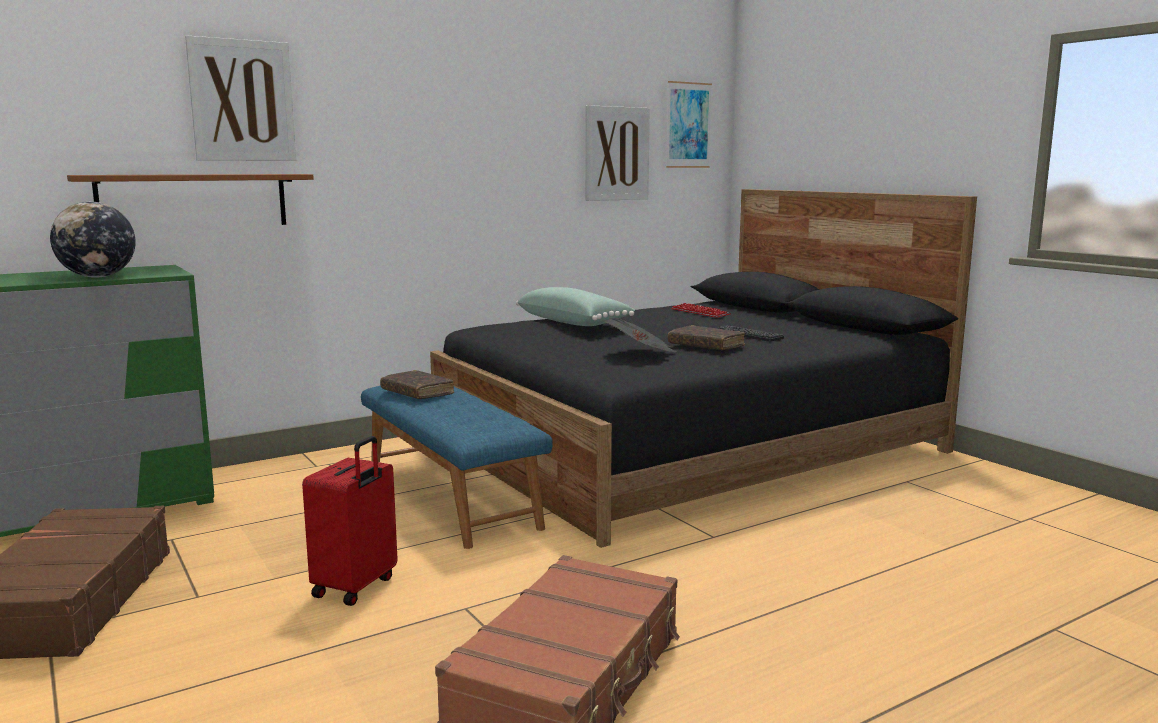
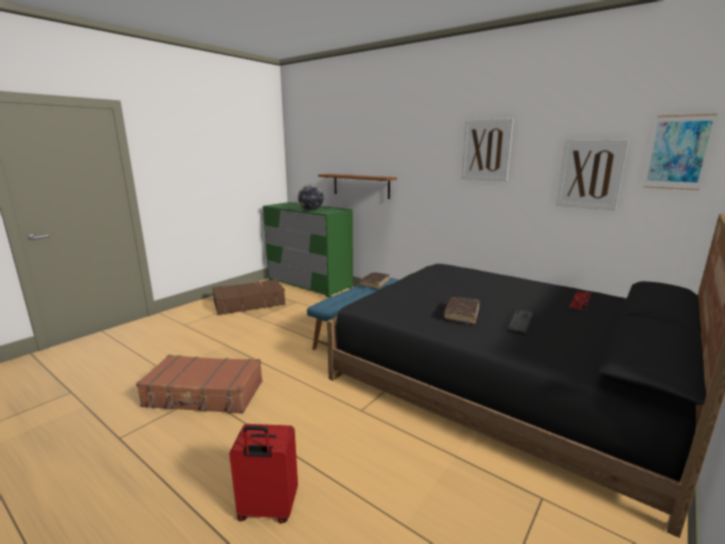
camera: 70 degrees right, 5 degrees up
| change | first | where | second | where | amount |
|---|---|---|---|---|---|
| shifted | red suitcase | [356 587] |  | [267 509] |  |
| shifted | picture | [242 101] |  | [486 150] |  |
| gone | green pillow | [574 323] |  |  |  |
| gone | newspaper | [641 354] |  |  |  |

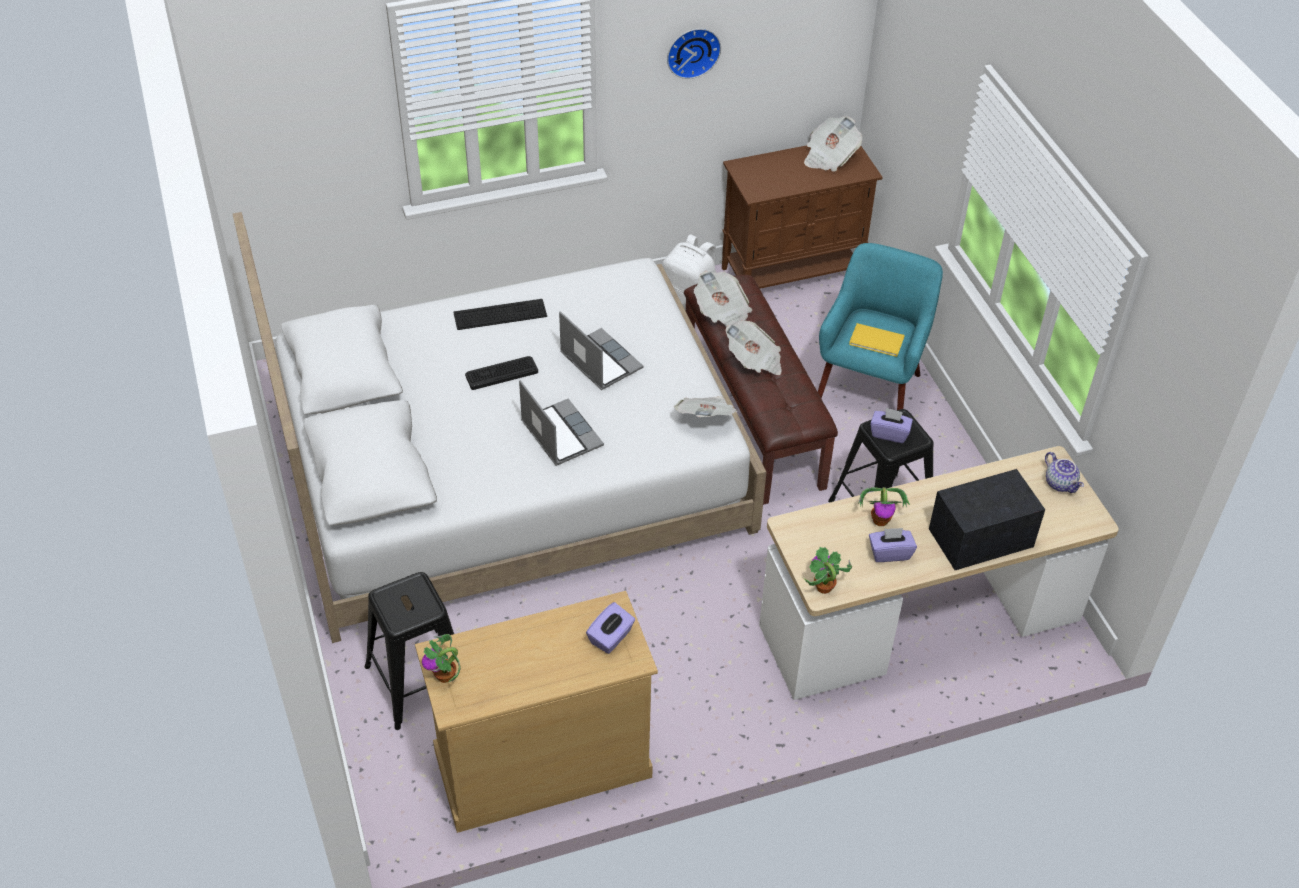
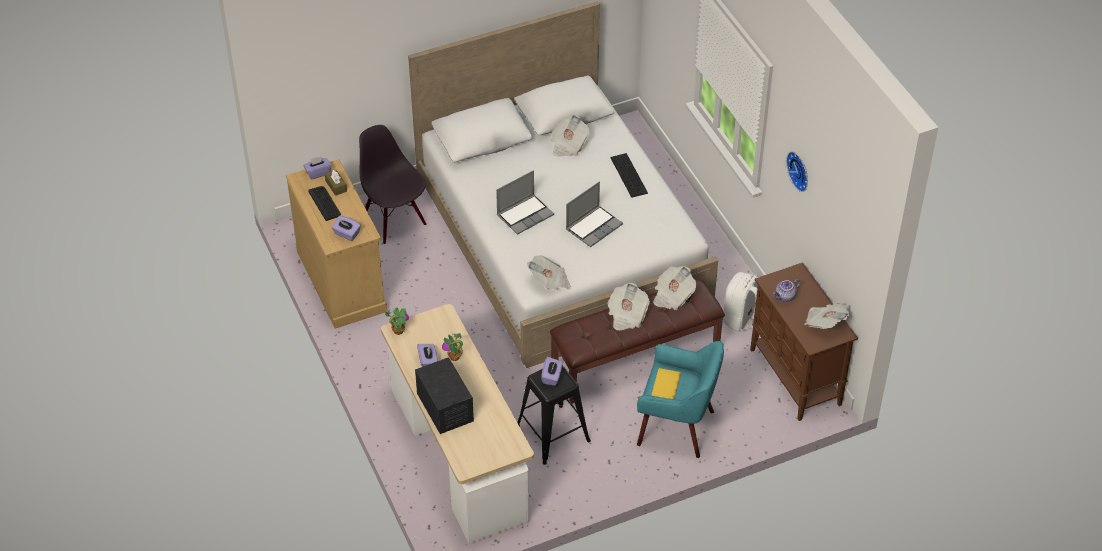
camera: 85 degrees right, 0 degrees up
| change | first | where | second | where | amount |
|---|---|---|---|---|---|
| swapped | potted plant | [445 676] | purple tissue box | [318 173] |  |
| shifted | keyboard | [501 373] |  | [325 203] |  |
| new |  |  | brown tissue box | [336 186] |  |
| swapped | black stool | [418 680] | black chair | [394 221] |  |
| new |  |  | newspaper | [568 145] |  |
| shifted | teapot | [1061 483] |  | [785 297] |  |

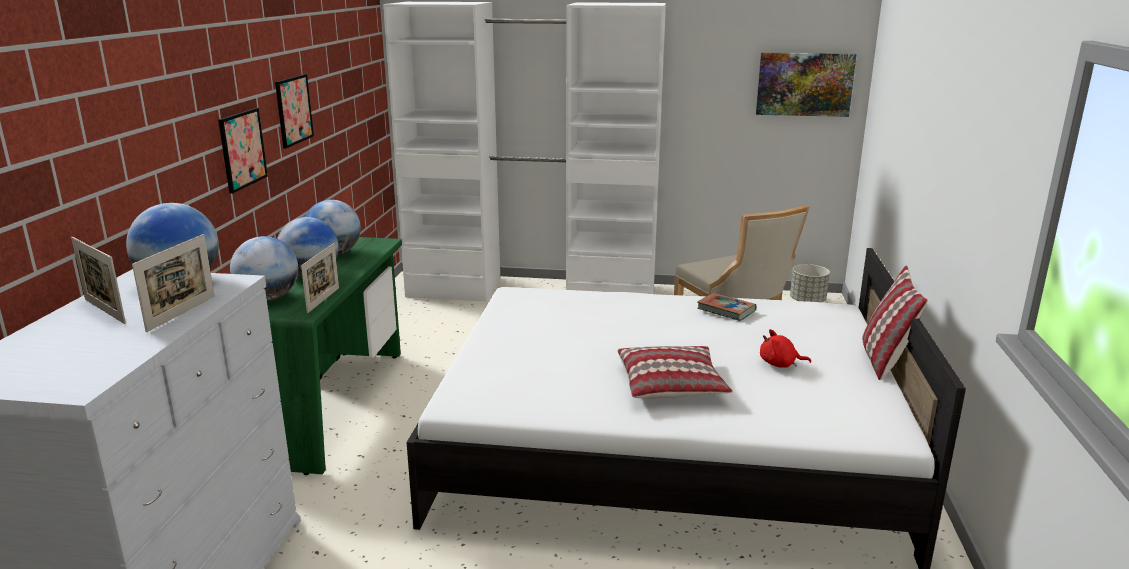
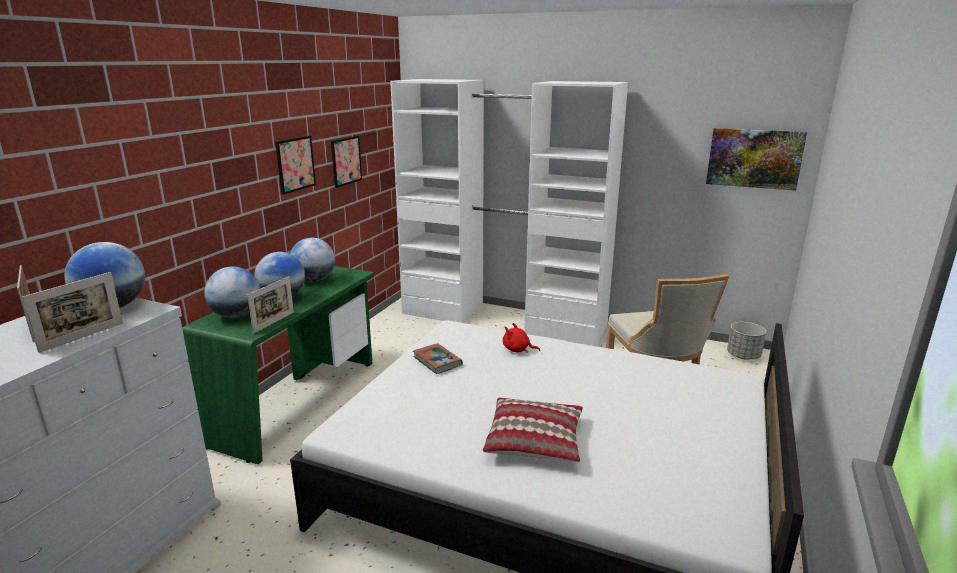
camera: 15 degrees right, 0 degrees up
| change | first | where | second | where | amount |
|---|---|---|---|---|---|
| shifted | picture | [242 149] |  | [346 161] |  |
| shifted | book | [726 310] |  | [437 361] |  |
| shifted | red plush toy | [780 364] |  | [518 350] |  |
| gone | pillow | [884 360] |  |  |  |

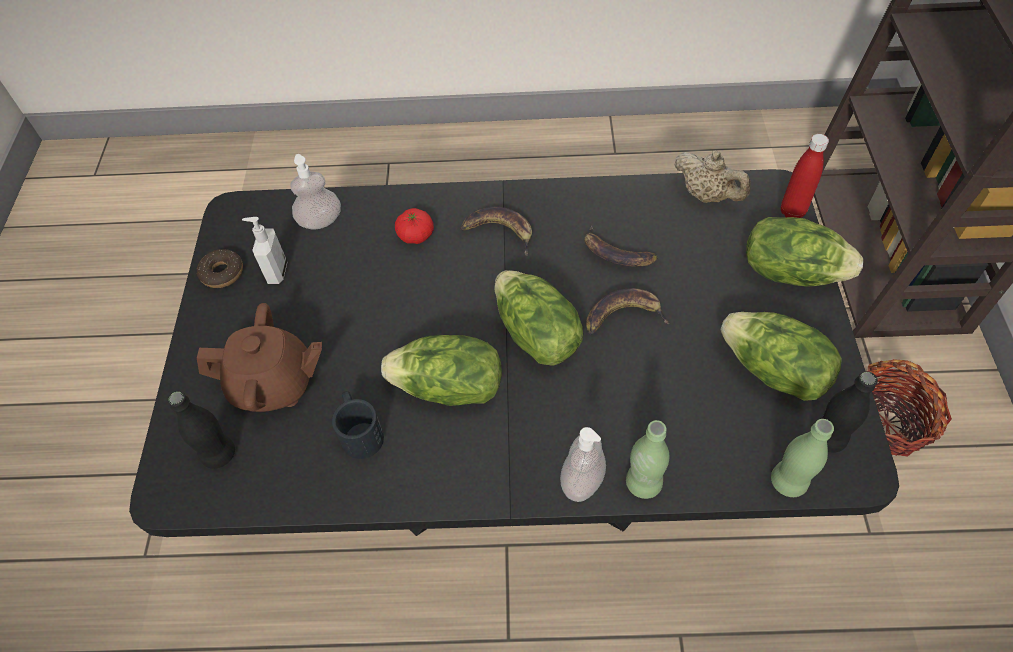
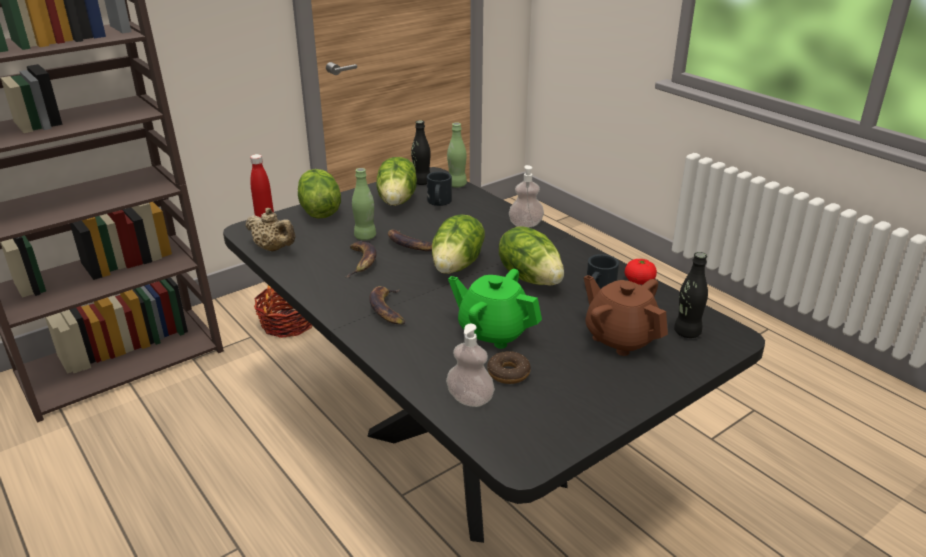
camera: 130 degrees left, 25 degrees down
| change | first | where | second | where | amount |
|---|---|---|---|---|---|
| rotated | beige teapot | [707 195] |  | [273 249] | 120 degrees clockwise |
| shifted | green bottle | [643 483] |  | [365 237] |  |
| new |  |  | black mug | [439 203] |  |
| new |  |  | green teapot | [493 332] |  |
| shifted | donut | [222 273] |  | [508 373] |  |
| shifted | tomato | [416 235] |  | [639 281] |  |
| gone | soap dispenser | [276 272] |  |  |  |

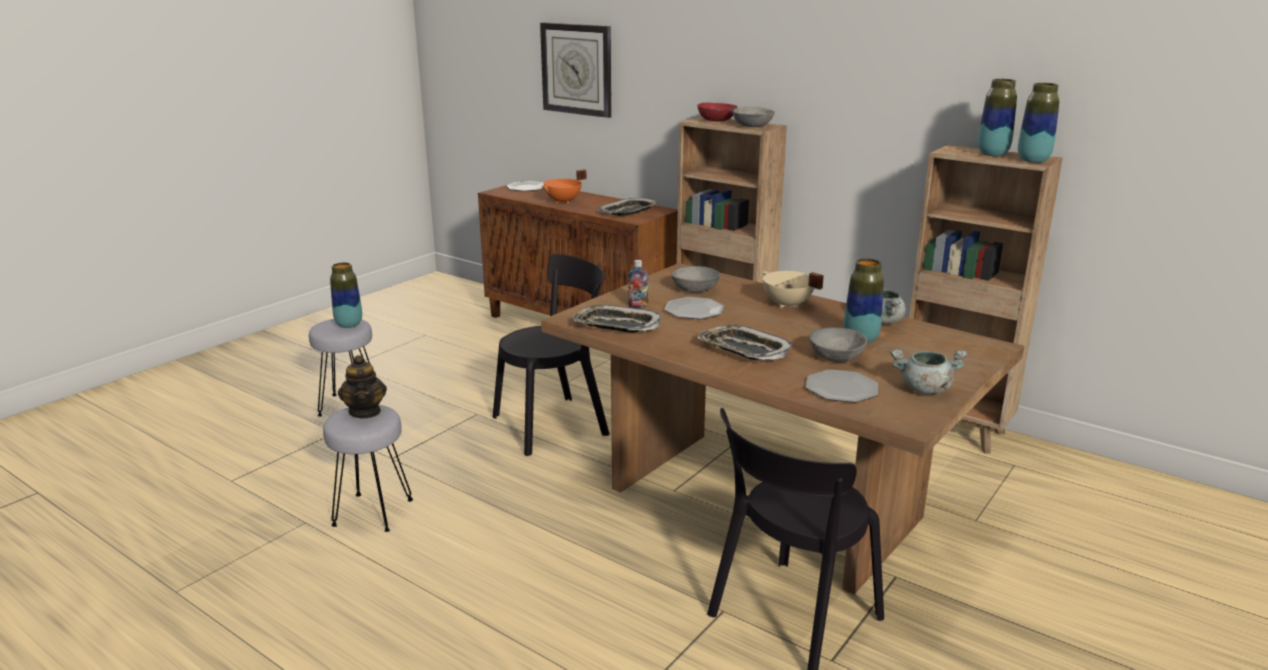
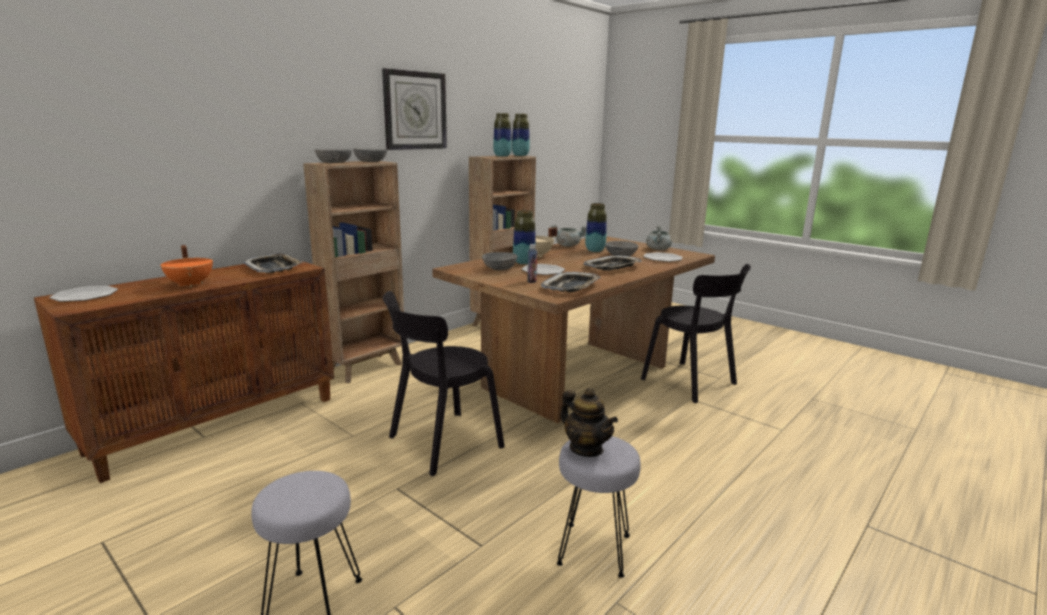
camera: 85 degrees left, 5 degrees down
| change | first | where | second | where | amount |
|---|---|---|---|---|---|
| repainted | red bowl | [716 120] | grey bowl | [334 163] |  |
| shifted | wall clock | [577 69] |  | [415 110] |  |
| rotated | black chair | [555 424] |  | [441 443] | 105 degrees counterclockwise |
| shifted | vase | [349 325] |  | [524 263] |  |
| rotated | teapot | [365 412] |  | [586 449] | 60 degrees clockwise |

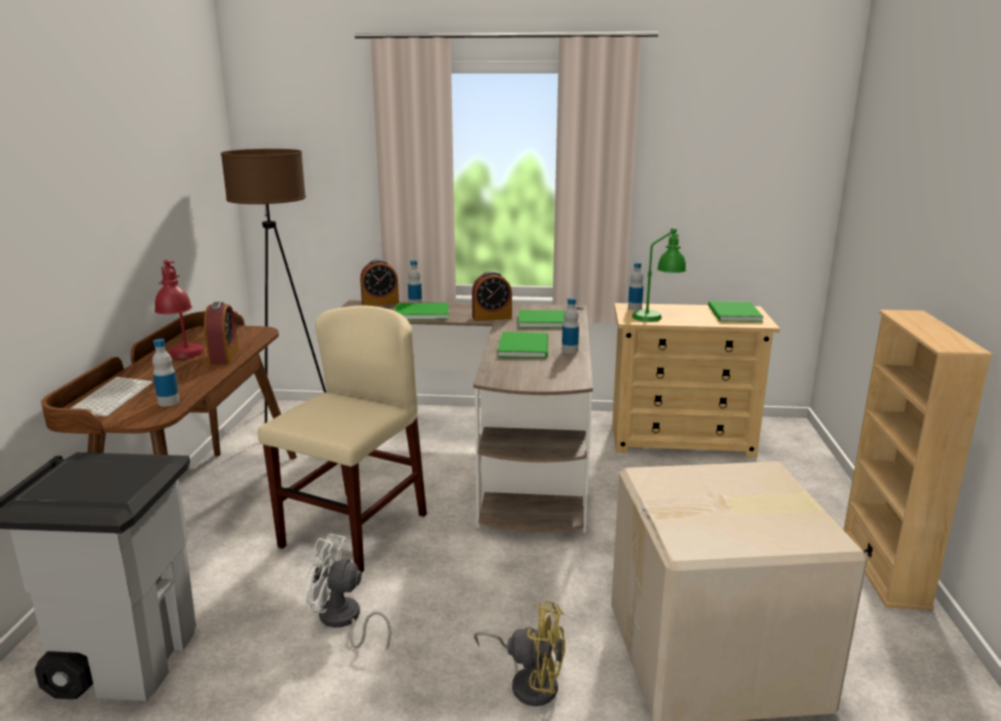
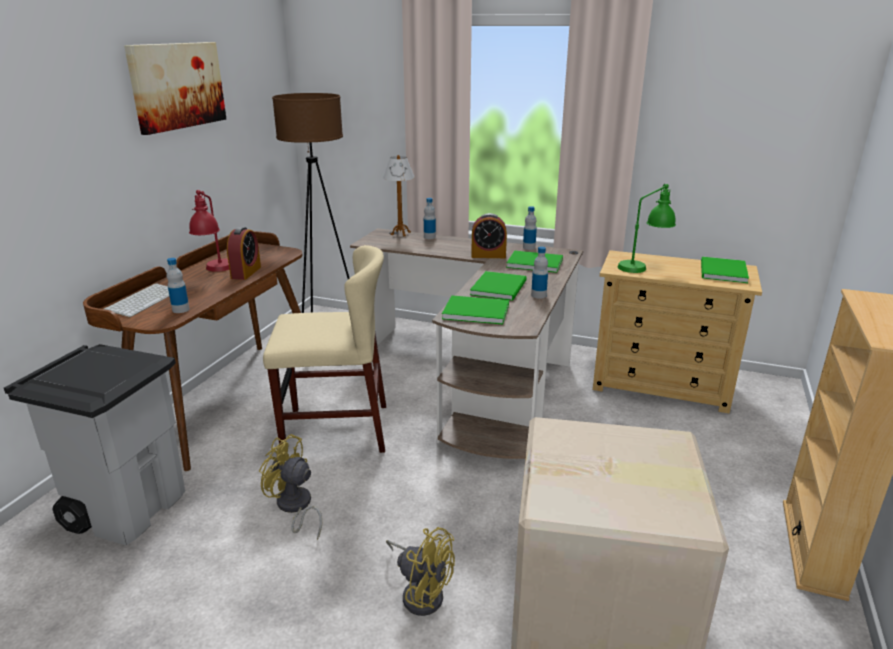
camera: 15 degrees right, 5 degrees up
| change | first | where | second | where | amount |
|---|---|---|---|---|---|
| new |  |  | picture | [177 85] |  |
| repainted | white fan | [343 621] | yellow fan | [294 507] |  |
| rotated | beige chair | [354 530] |  | [336 429] | 45 degrees clockwise |
| swapped | alarm clock | [380 303] | table lamp | [400 233] |  |
| shifted | green book | [420 313] |  | [474 311] |  |
| shifted | bottle | [634 308] |  | [529 247] |  |

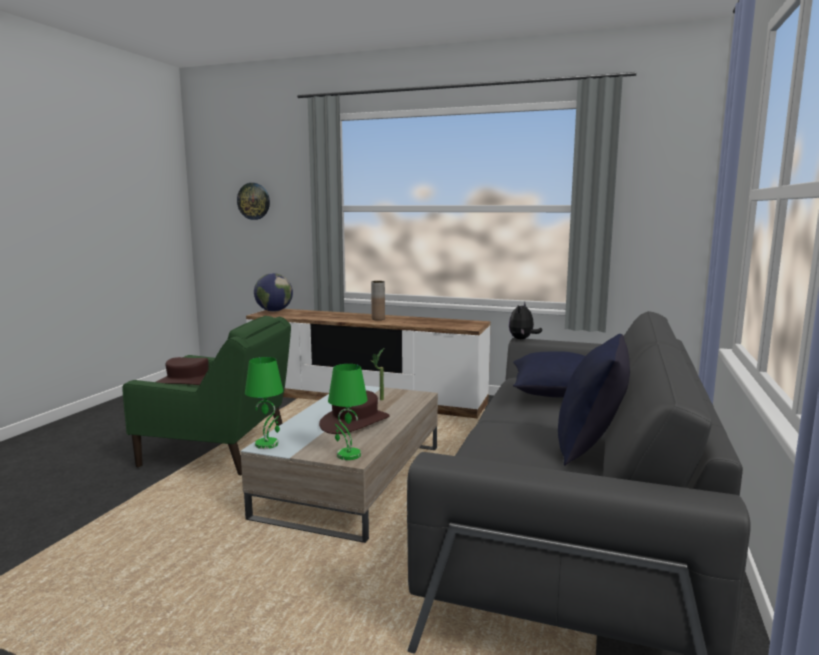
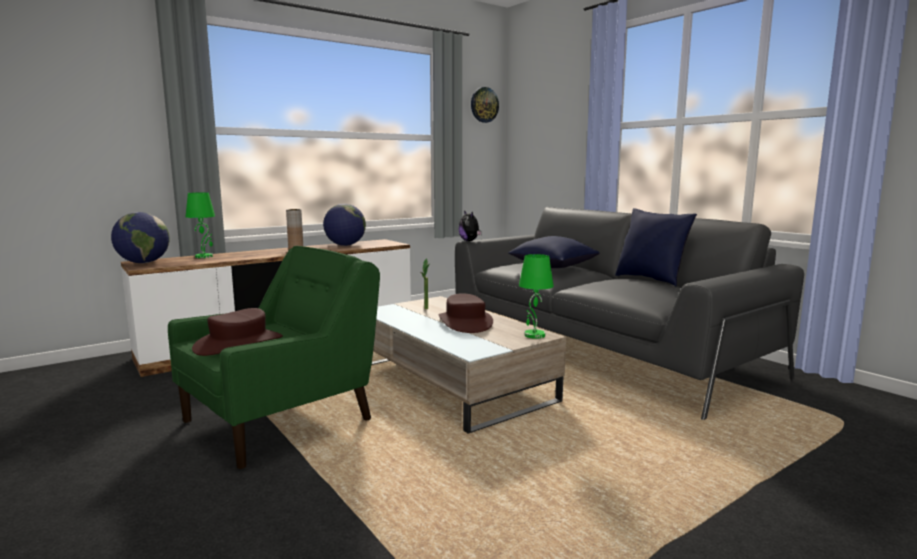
camera: 55 degrees left, 0 degrees up
| change | first | where | second | where | amount |
|---|---|---|---|---|---|
| shifted | green table lamp | [267 444] |  | [204 256] |  |
| new |  |  | globe | [345 245] |  |
| shifted | wall clock | [254 201] |  | [484 105] |  |

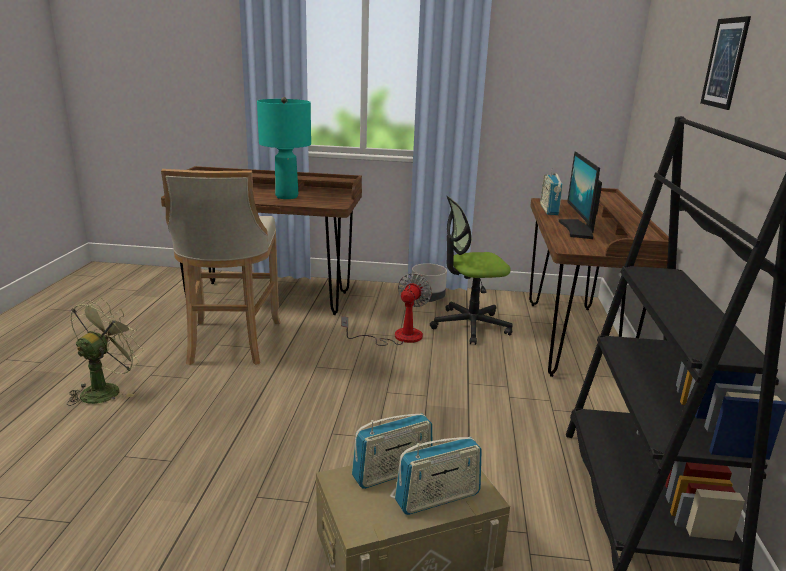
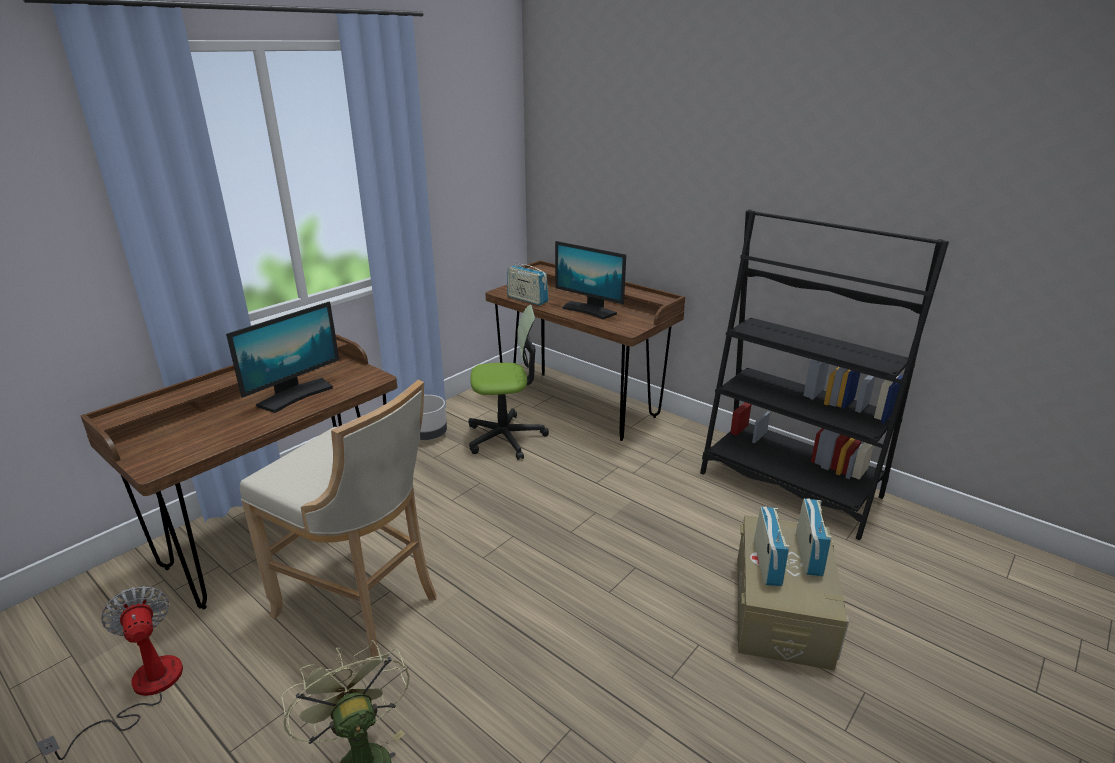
camera: 55 degrees left, 5 degrees up
| change | first | where | second | where | amount |
|---|---|---|---|---|---|
| shifted | fan | [397 337] |  | [143 690] |  |
| swapped | turquoise table lamp | [287 196] | monitor | [295 395] |  |
| rotated | office chair | [470 326] |  | [506 437] | 120 degrees counterclockwise |
| gone | picture | [724 63] |  |  |  |

